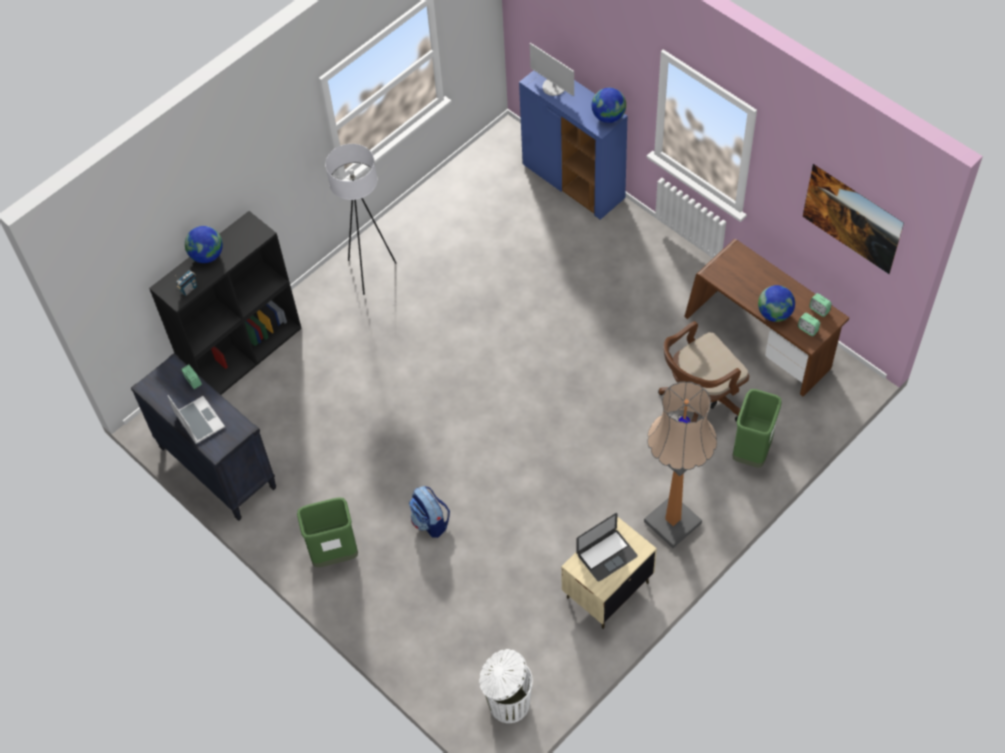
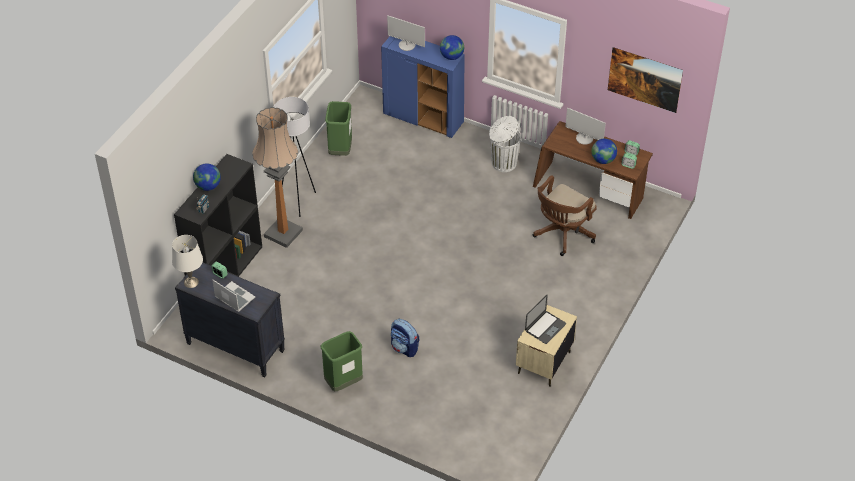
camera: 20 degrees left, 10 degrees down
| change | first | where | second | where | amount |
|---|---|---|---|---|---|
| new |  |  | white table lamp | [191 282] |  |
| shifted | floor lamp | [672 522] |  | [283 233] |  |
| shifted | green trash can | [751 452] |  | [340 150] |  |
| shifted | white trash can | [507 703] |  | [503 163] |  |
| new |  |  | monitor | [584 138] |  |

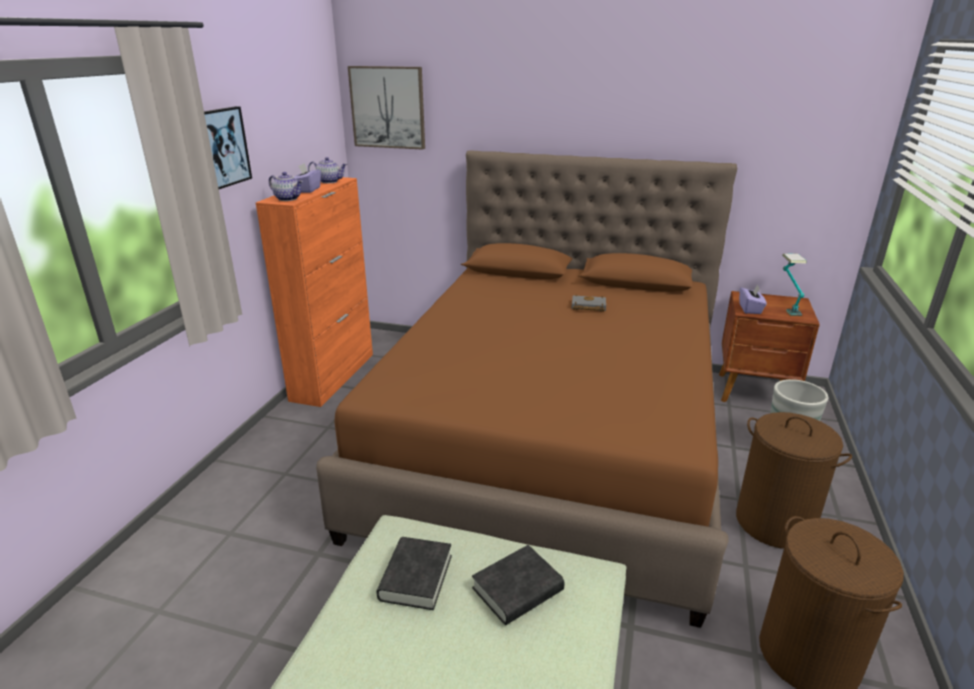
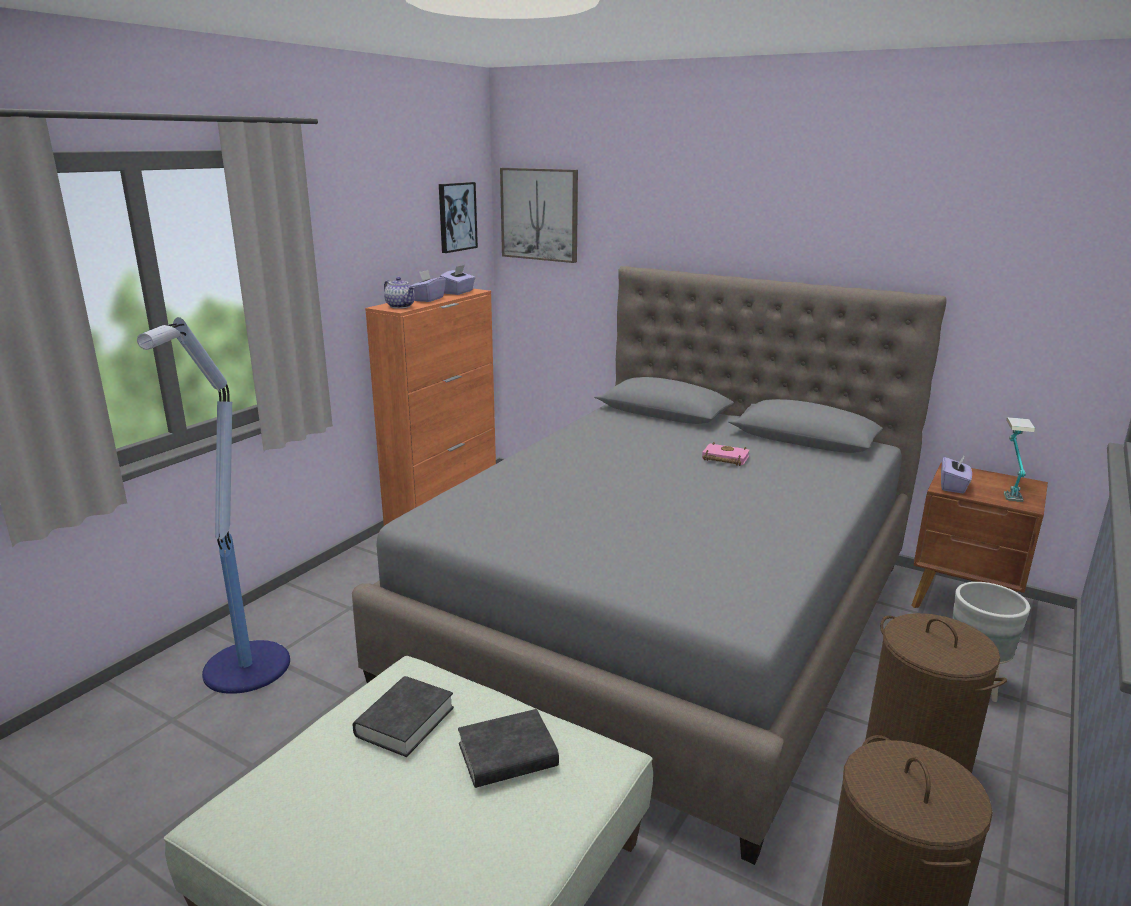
camera: 15 degrees right, 5 degrees down
| change | first | where | second | where | amount |
|---|---|---|---|---|---|
| new |  |  | floor lamp | [245 669] |  |
| repainted | brown bed | [552 441] | grey bed | [664 620] |  |
| shifted | picture | [224 147] |  | [456 217] |  |
| swapped | teapot | [329 181] | purple tissue box | [458 292] |  |
| repainted | grey book | [587 307] | pink book | [723 459] |  |

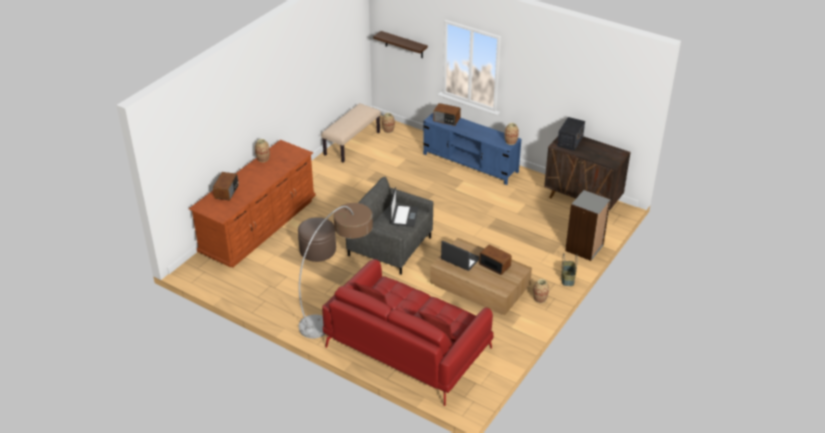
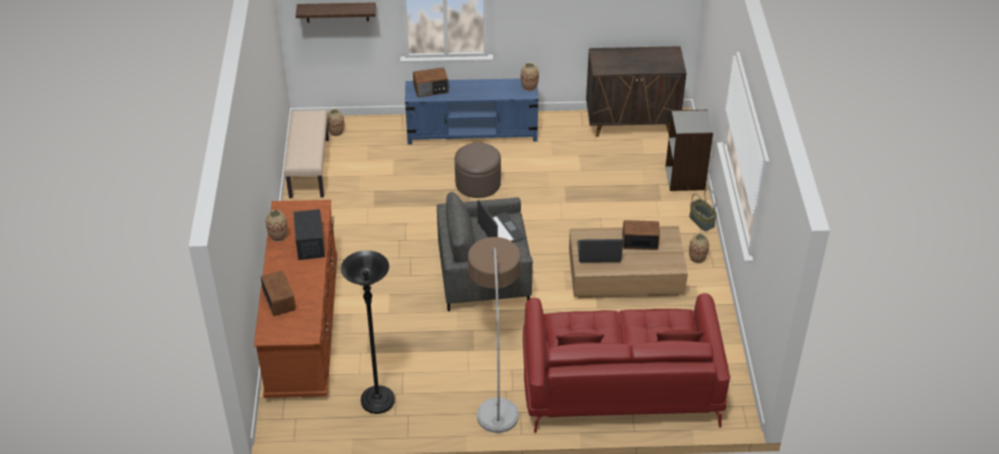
camera: 35 degrees left, 5 degrees up
| change | first | where | second | where | amount |
|---|---|---|---|---|---|
| shifted | radio | [570 141] |  | [310 244] |  |
| new |  |  | black floor lamp | [377 401] |  |
| shifted | brown ottoman | [318 250] |  | [478 183] |  |

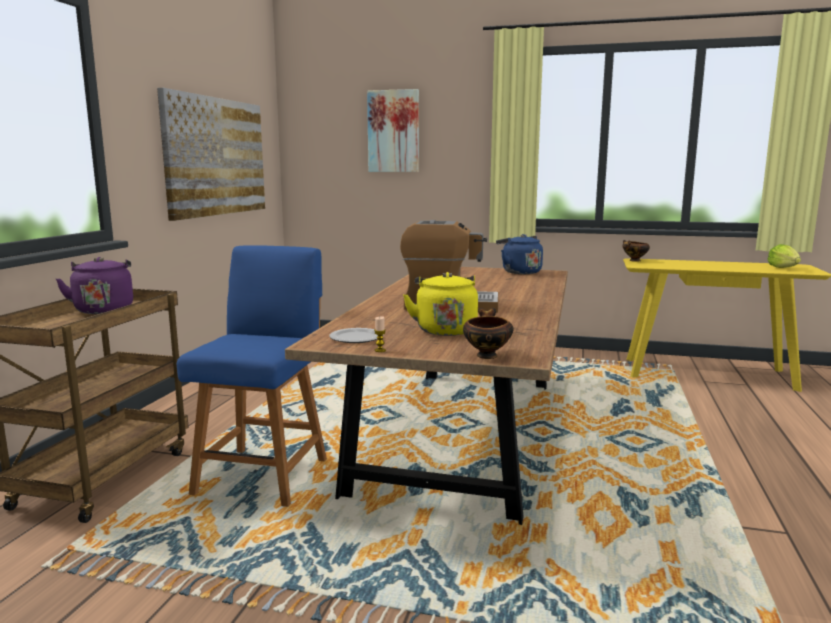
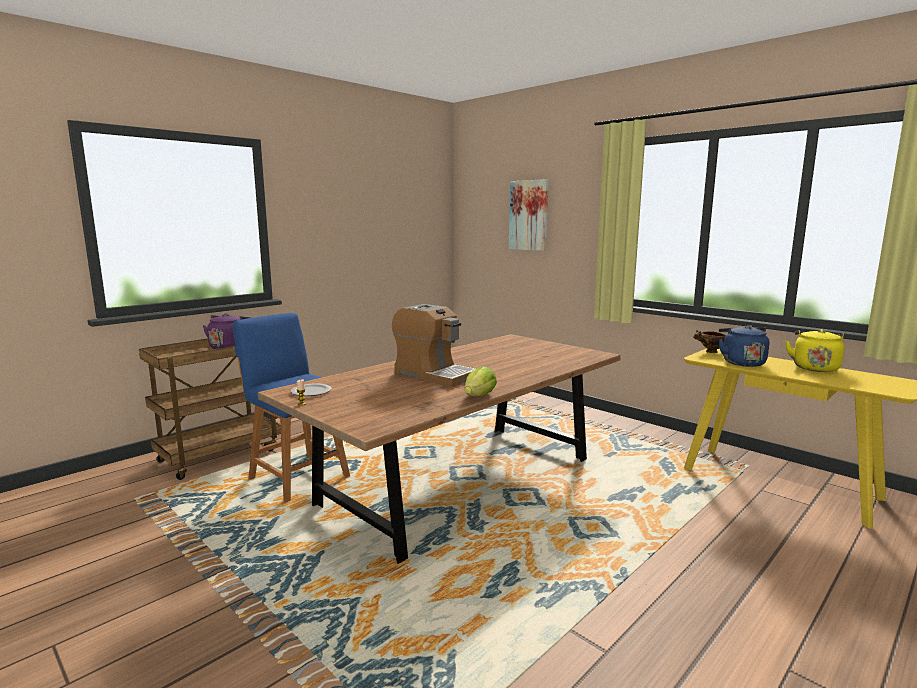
camera: 30 degrees right, 0 degrees up
| change | first | where | second | where | amount |
|---|---|---|---|---|---|
| rotated | blue chair | [264 474] |  | [297 476] | 90 degrees counterclockwise |
| shifted | lettuce | [783 268] |  | [479 396] |  |
| shifted | blue kettle | [519 272] |  | [741 362] |  |
| shifted | yellow kettle | [445 330] |  | [814 367] |  |
| gone | picture | [216 157] |  |  |  |
| gone | bowl | [486 355] |  |  |  |

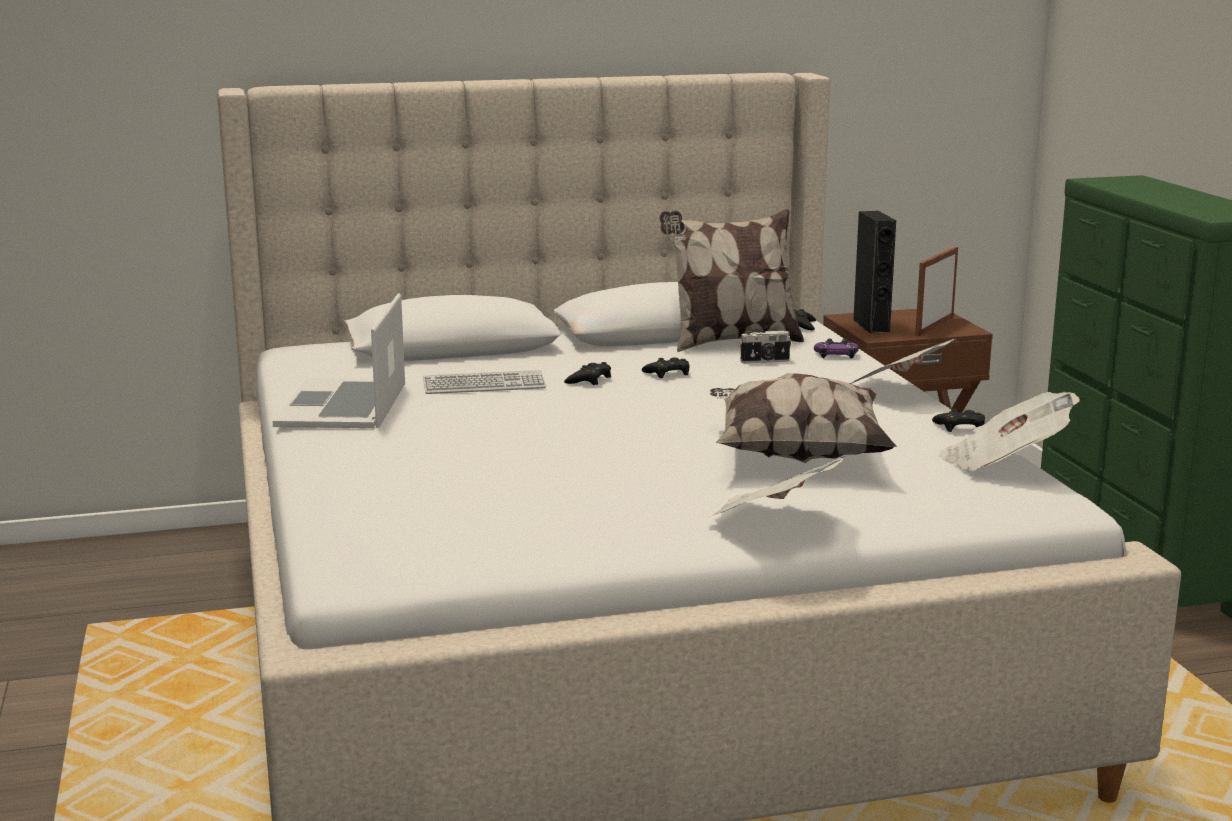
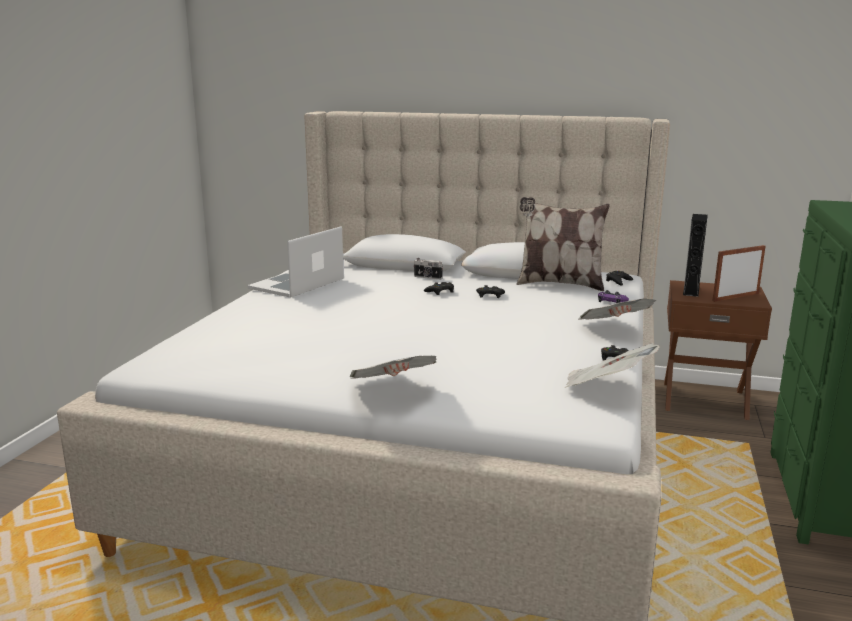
camera: 30 degrees right, 0 degrees up
| change | first | where | second | where | amount |
|---|---|---|---|---|---|
| shifted | photo camera | [765 361] |  | [427 277] |  |
| gone | keyboard | [484 385] |  |  |  |
| gone | pillow | [796 455] |  |  |  |

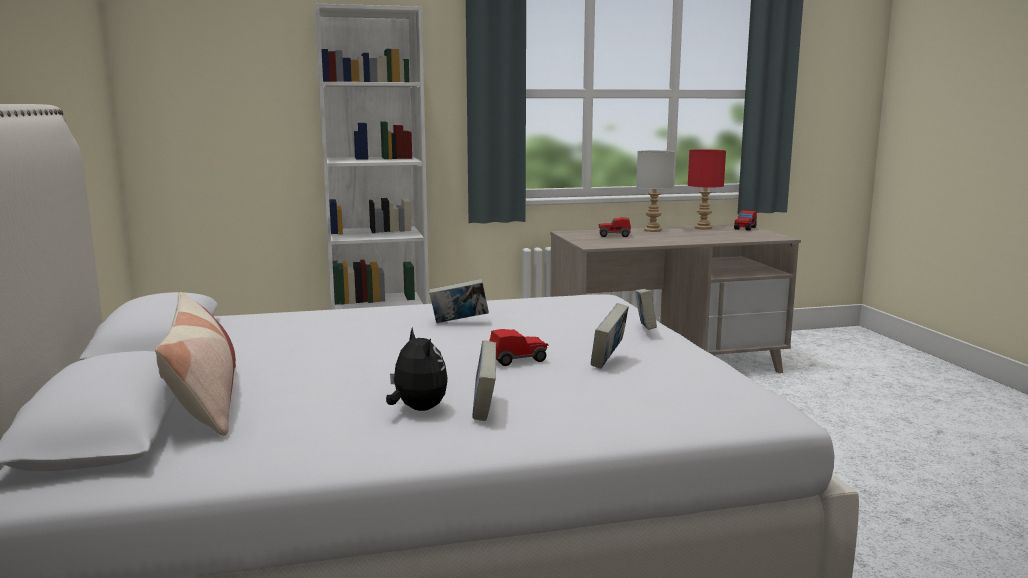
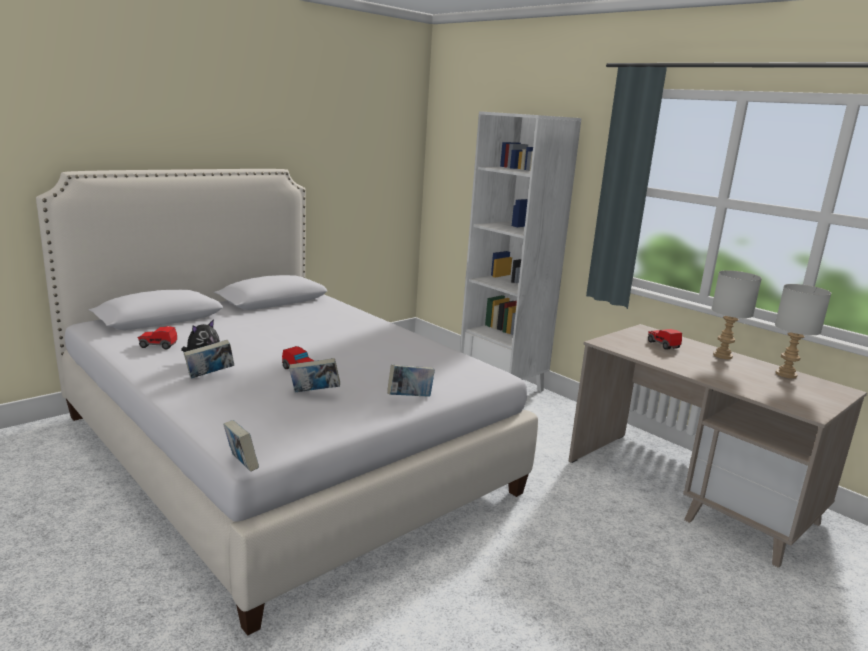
camera: 60 degrees right, 5 degrees up
| change | first | where | second | where | amount |
|---|---|---|---|---|---|
| shifted | toy car | [745 228] |  | [158 346] |  |
| shifted | book | [459 322] |  | [241 465] |  |
| repainted | red table lamp | [702 228] | grey table lamp | [785 374] |  |
| gone | pillow | [204 401] |  |  |  |

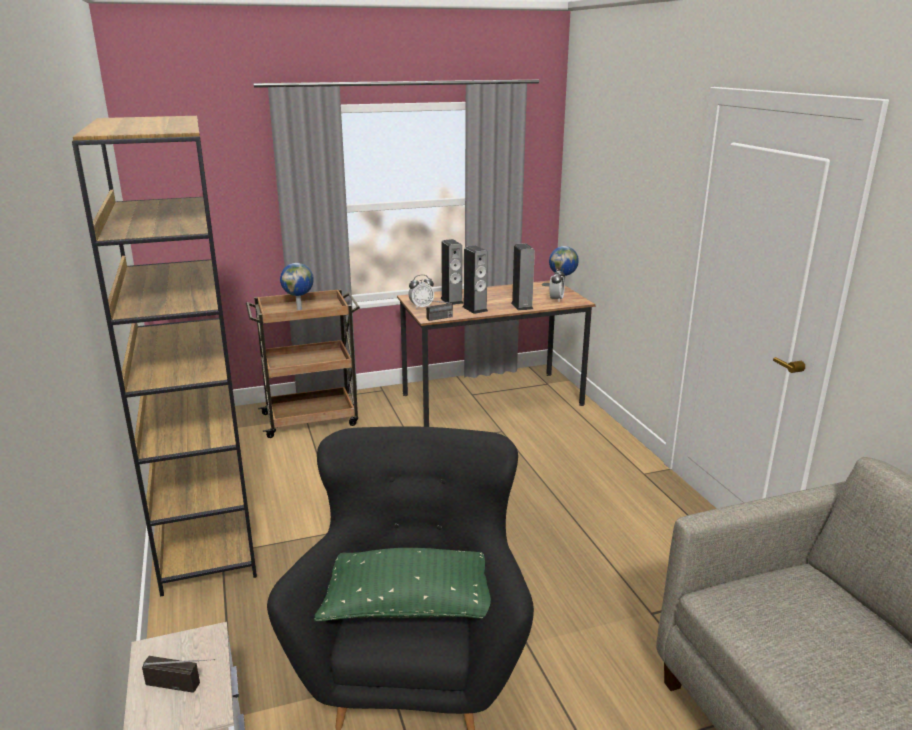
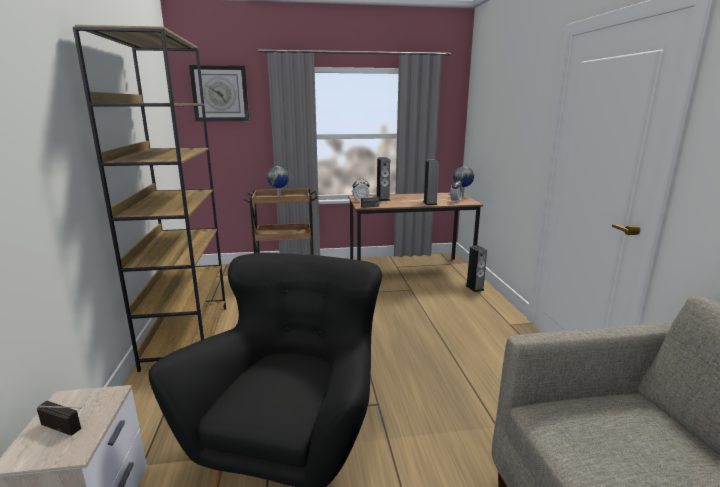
camera: 10 degrees right, 5 degrees down
| change | first | where | second | where | amount |
|---|---|---|---|---|---|
| new |  |  | wall clock | [220 93] |  |
| shifted | speaker | [475 309] |  | [474 288] |  |
| gone | green pillow | [411 605] |  |  |  |

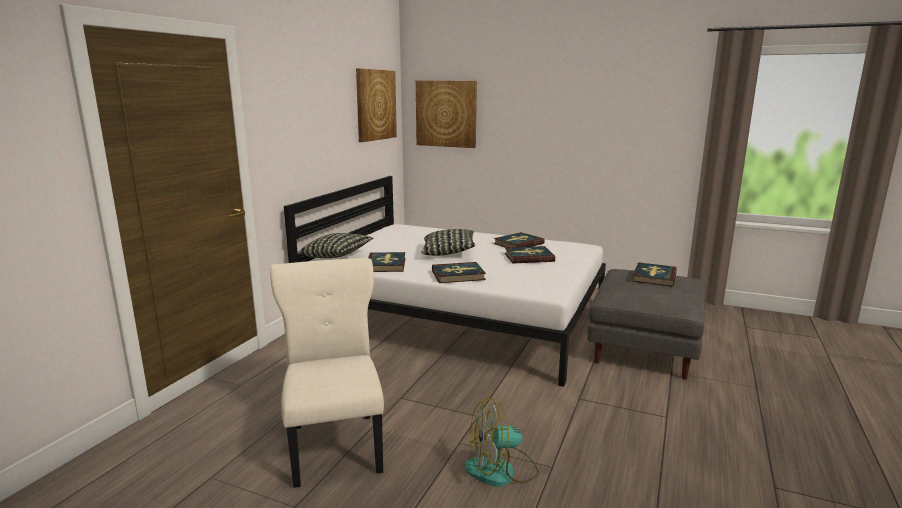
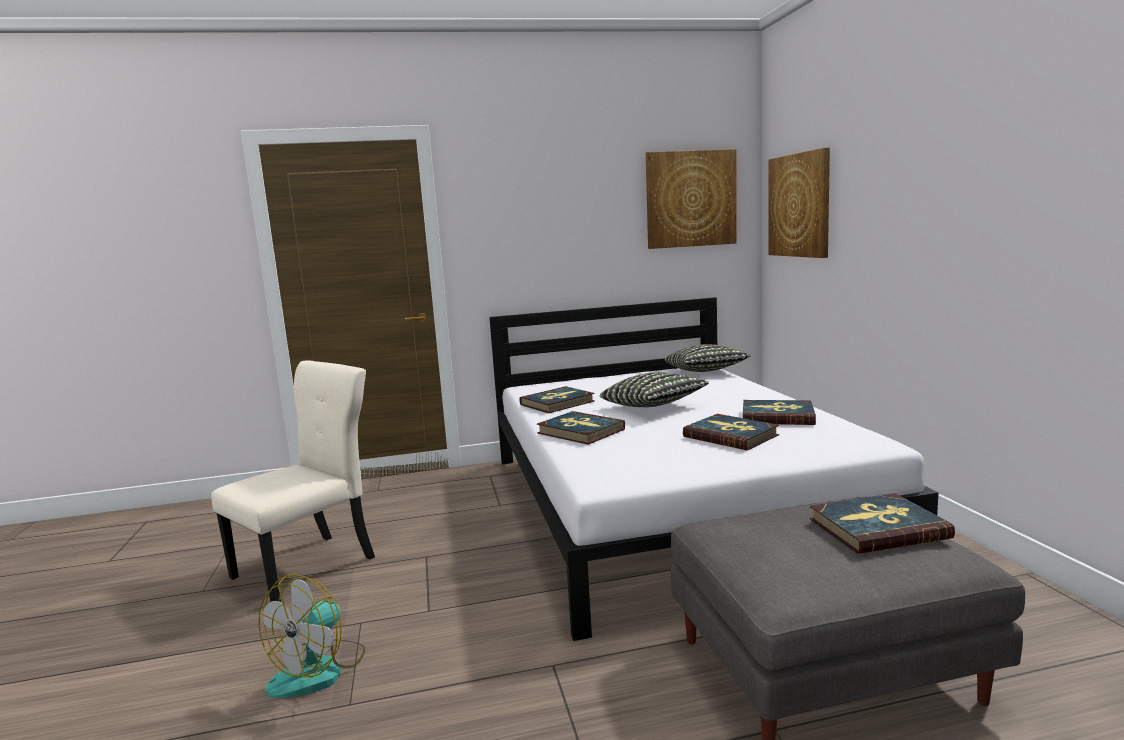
camera: 55 degrees right, 5 degrees down
| change | first | where | second | where | amount |
|---|---|---|---|---|---|
| rotated | fan | [501 470] |  | [319 670] | 105 degrees counterclockwise |
| shifted | pillow | [337 256] |  | [705 372] |  |

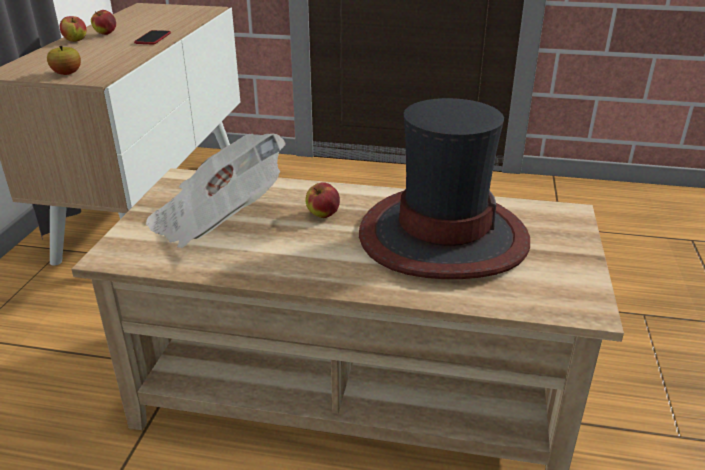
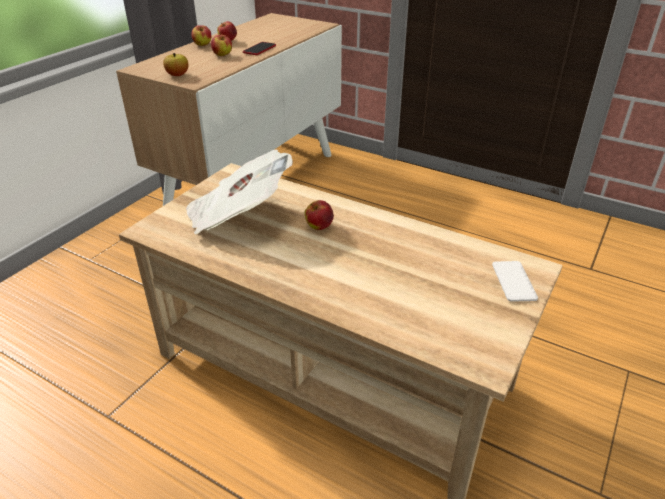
camera: 20 degrees right, 5 degrees up
| change | first | where | second | where | amount |
|---|---|---|---|---|---|
| new |  |  | apple | [222 55] |  |
| new |  |  | phone | [513 282] |  |
| gone | hat | [442 236] |  |  |  |

